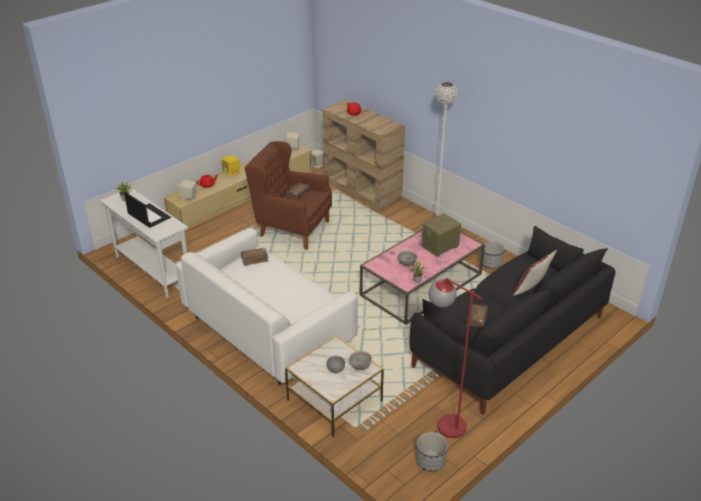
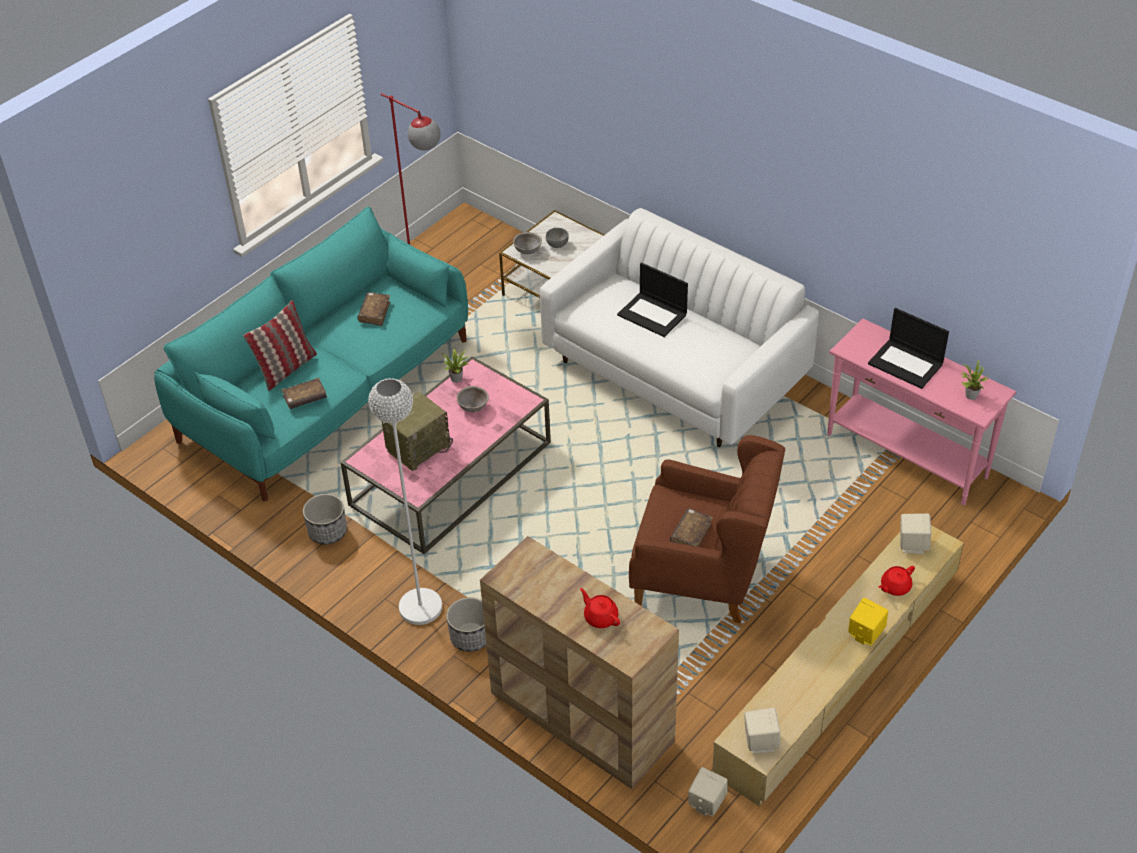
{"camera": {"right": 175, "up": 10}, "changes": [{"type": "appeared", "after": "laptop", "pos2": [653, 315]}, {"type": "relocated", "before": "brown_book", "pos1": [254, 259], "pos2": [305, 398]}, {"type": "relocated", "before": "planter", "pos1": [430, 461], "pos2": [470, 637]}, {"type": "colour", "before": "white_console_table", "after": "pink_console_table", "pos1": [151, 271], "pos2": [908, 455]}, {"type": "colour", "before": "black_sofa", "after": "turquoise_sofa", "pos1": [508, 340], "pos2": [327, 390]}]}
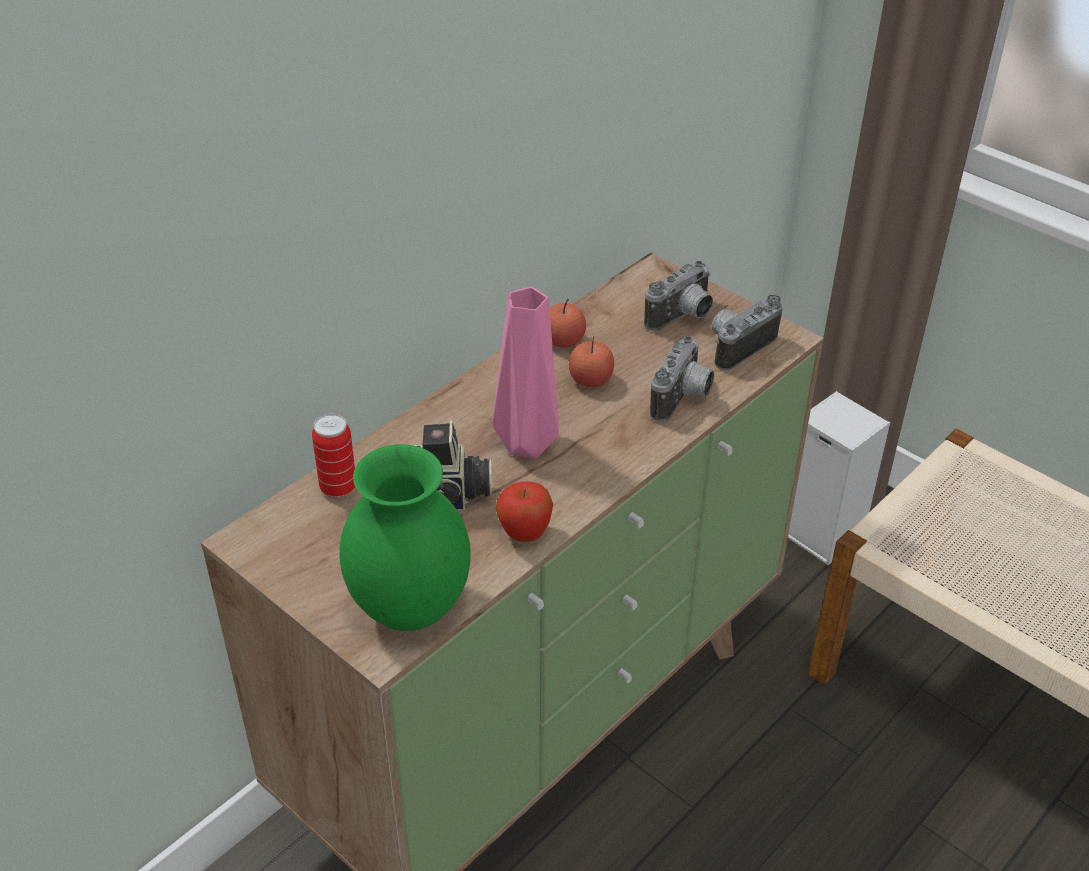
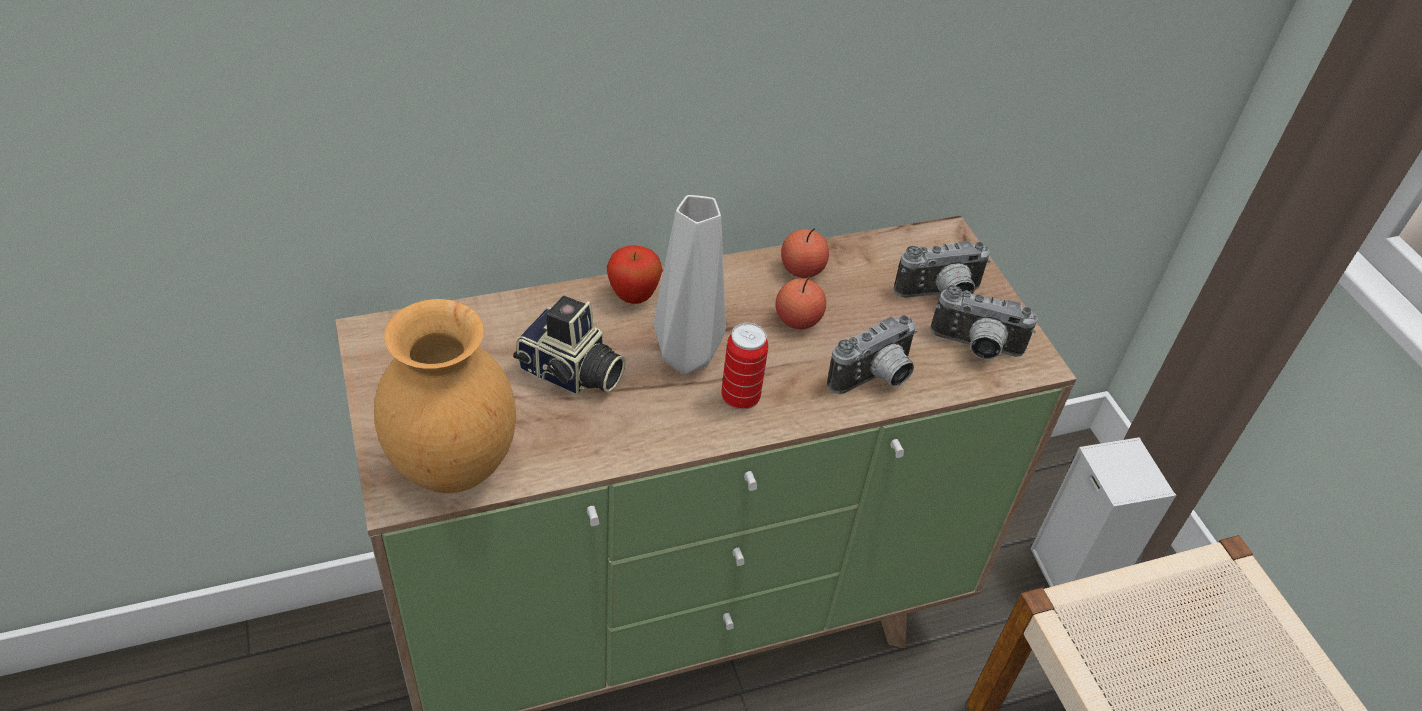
{"camera": {"right": 25, "up": 5}, "changes": [{"type": "relocated", "before": "can", "pos1": [338, 488], "pos2": [740, 397]}, {"type": "relocated", "before": "apple", "pos1": [524, 534], "pos2": [633, 297]}, {"type": "colour", "before": "green_vase", "after": "brown_vase", "pos1": [408, 609], "pos2": [451, 467]}, {"type": "colour", "before": "pink_vase", "after": "grey_vase", "pos1": [530, 446], "pos2": [688, 360]}, {"type": "spun", "before": "photo_camera", "pos1": [737, 346], "pos2": [975, 348], "turn": -150}]}
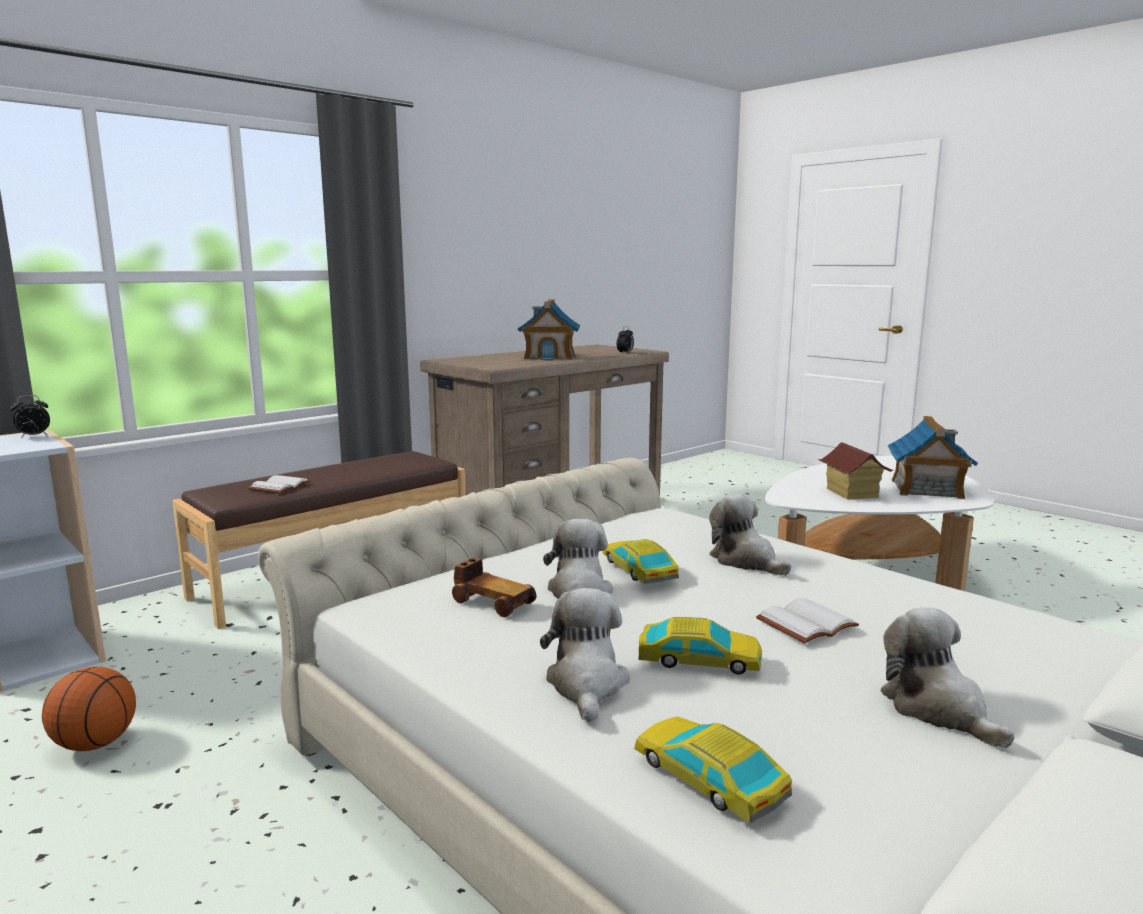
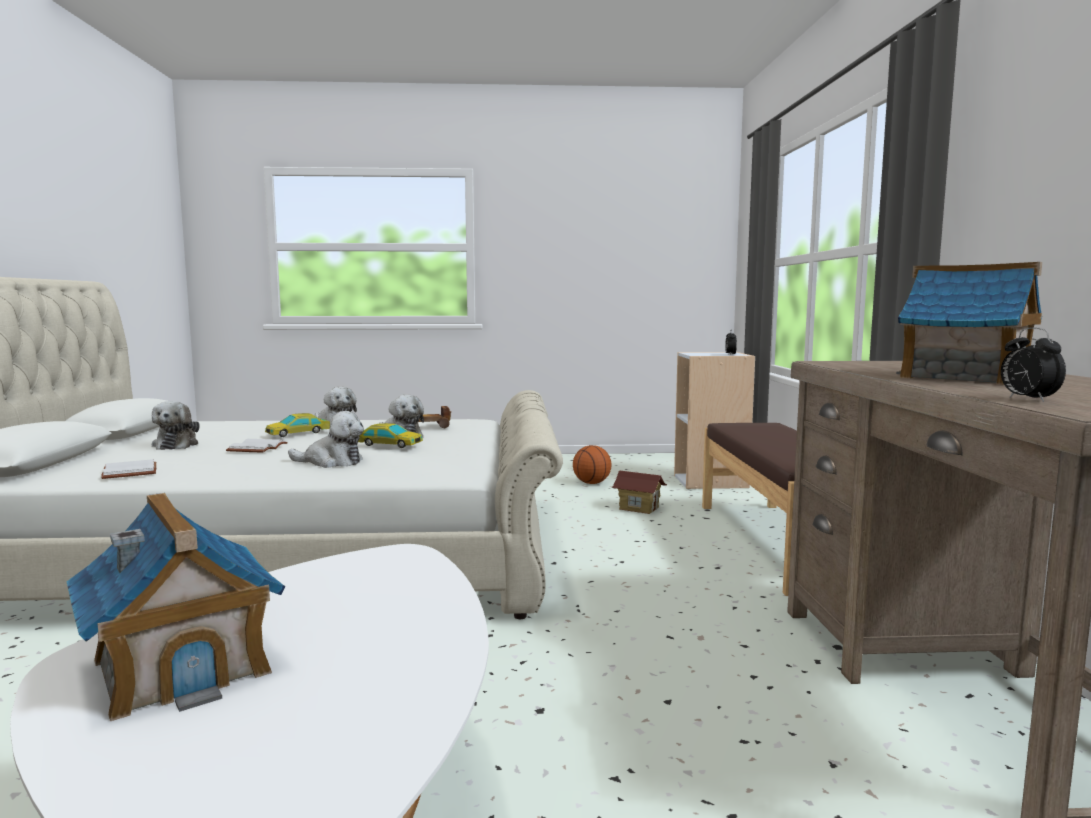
{"camera": {"right": 130, "up": -5}, "changes": [{"type": "missing", "before": "toy_car", "pos1": [708, 778]}, {"type": "relocated", "before": "white_book", "pos1": [279, 486], "pos2": [132, 472]}, {"type": "relocated", "before": "toy_house", "pos1": [851, 493], "pos2": [639, 508]}, {"type": "spun", "before": "plush_toy", "pos1": [938, 709], "pos2": [177, 444], "turn": 60}]}
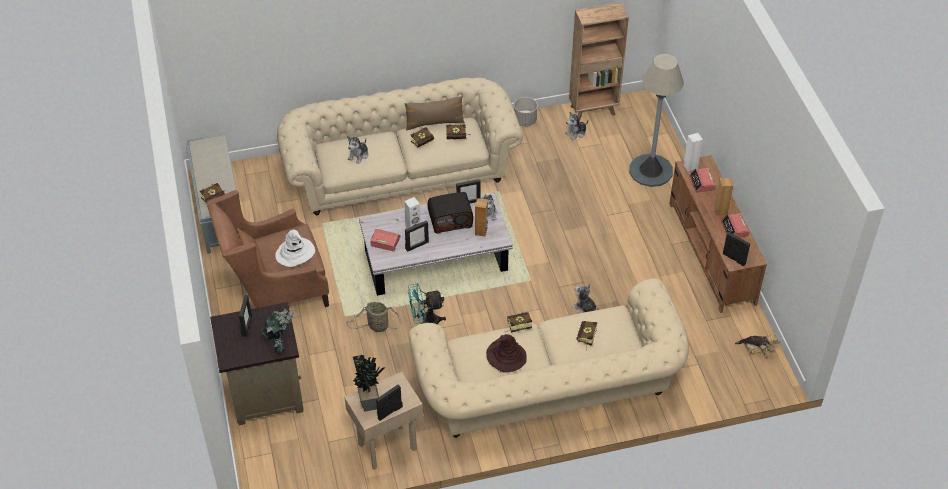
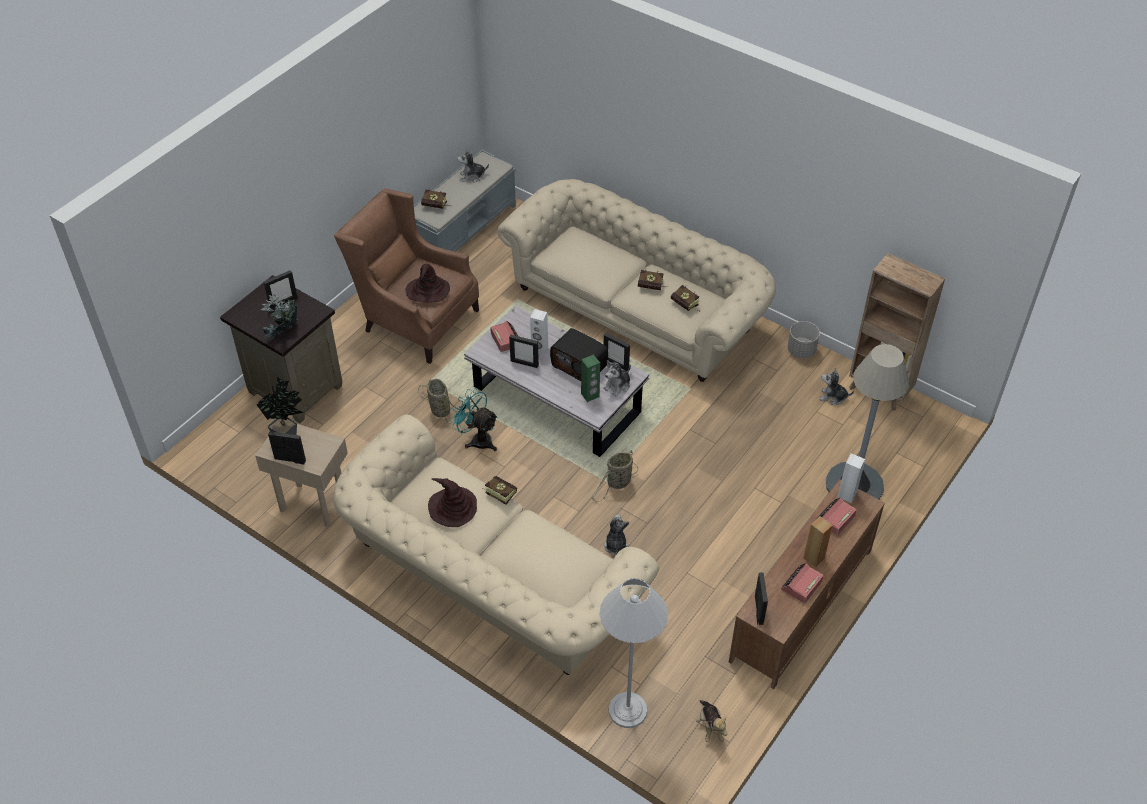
{"camera": {"right": 50, "up": 0}, "changes": [{"type": "missing", "before": "brown_pillow", "pos1": [434, 123]}, {"type": "missing", "before": "book", "pos1": [586, 339]}, {"type": "appeared", "after": "basket", "pos2": [617, 483]}, {"type": "appeared", "after": "white_floor_lamp", "pos2": [627, 710]}, {"type": "relocated", "before": "plush_toy", "pos1": [358, 155], "pos2": [472, 176]}, {"type": "colour", "before": "white_hat", "after": "brown_hat", "pos1": [295, 253], "pos2": [427, 291]}, {"type": "colour", "before": "brown_speaker", "after": "green_speaker", "pos1": [481, 231], "pos2": [590, 395]}]}
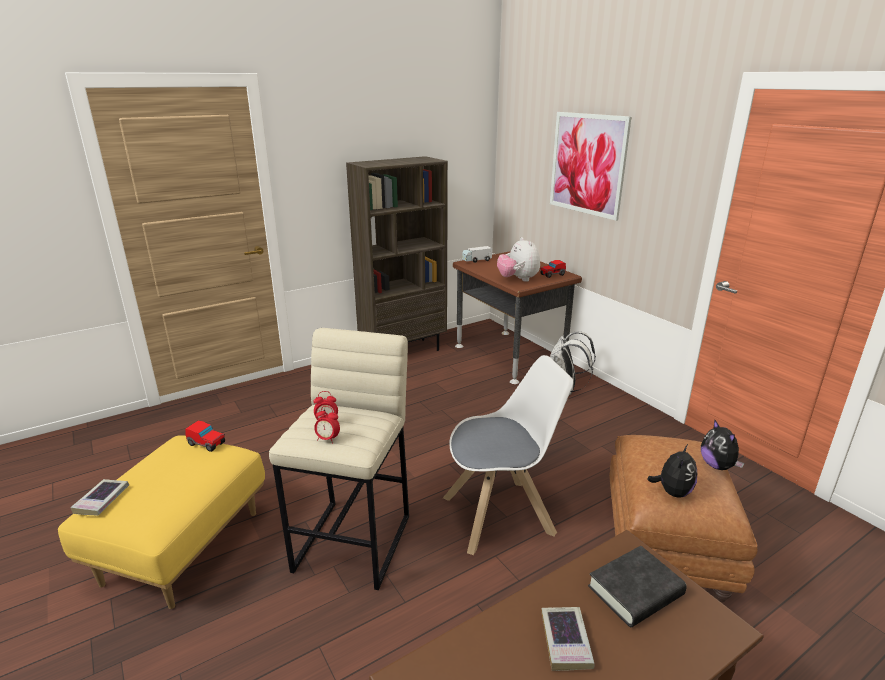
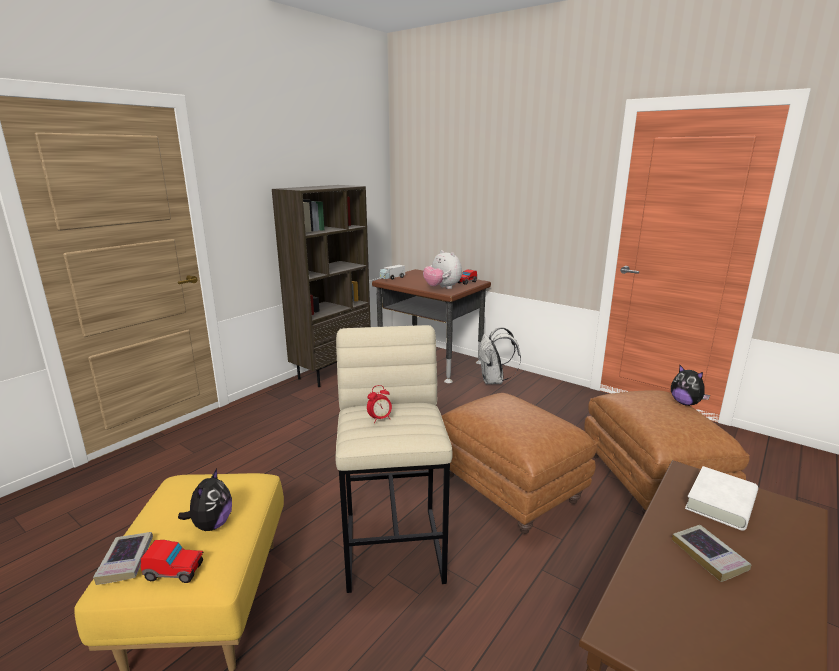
{"camera": {"right": -20, "up": -5}, "changes": [{"type": "missing", "before": "alarm_clock", "pos1": [327, 439]}, {"type": "missing", "before": "picture", "pos1": [587, 164]}, {"type": "relocated", "before": "toy_car", "pos1": [207, 444], "pos2": [175, 572]}, {"type": "relocated", "before": "plush_toy", "pos1": [672, 492], "pos2": [211, 524]}, {"type": "exchanged", "before": "chair", "after": "brown_ottoman", "pos1": [501, 515], "pos2": [511, 489]}, {"type": "colour", "before": "black_book", "after": "white_book", "pos1": [635, 591], "pos2": [720, 503]}]}
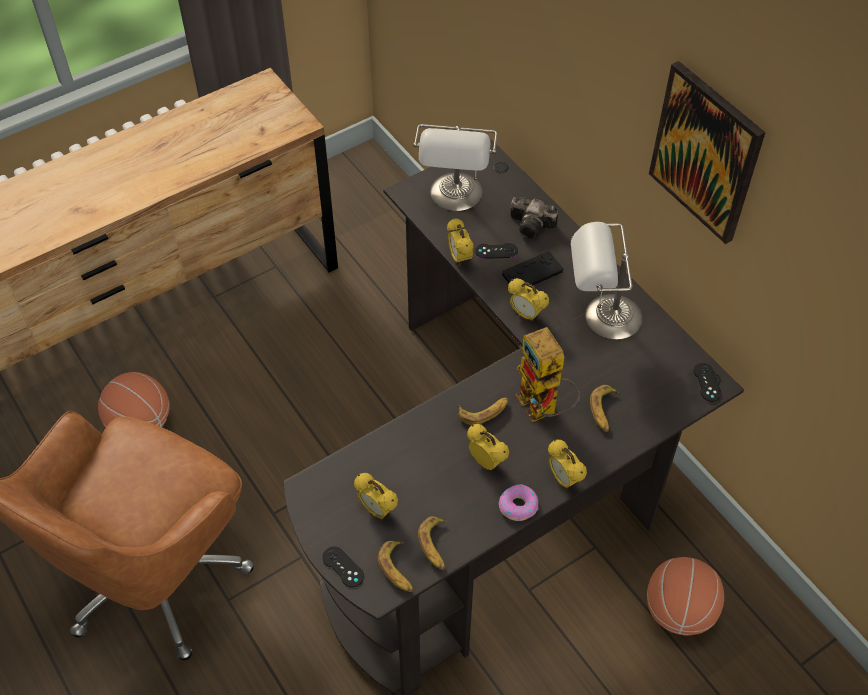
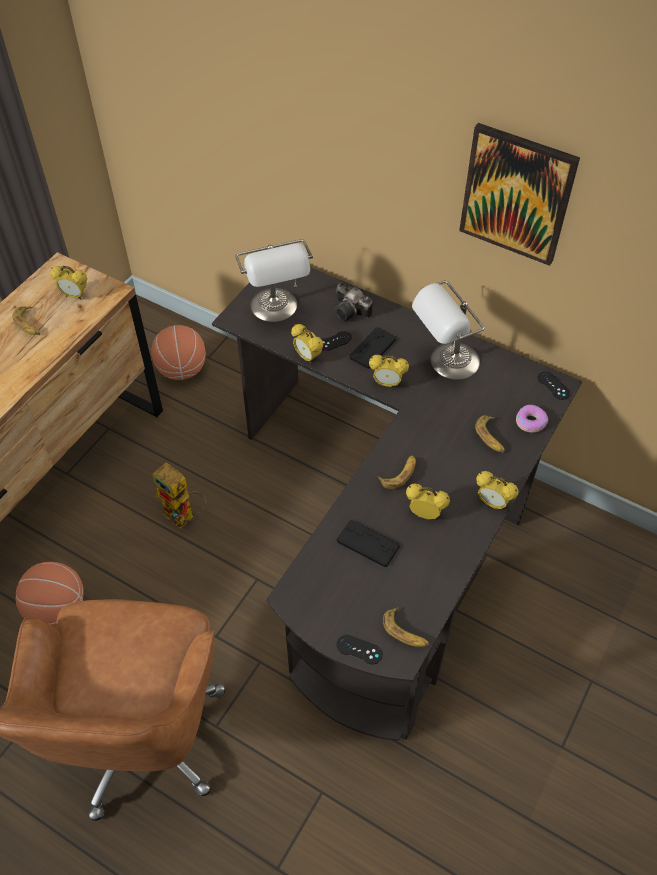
{"camera": {"right": -25, "up": 0}, "changes": [{"type": "appeared", "after": "black_game_controller", "pos2": [368, 544]}, {"type": "relocated", "before": "alarm_clock", "pos1": [377, 510], "pos2": [75, 296]}, {"type": "relocated", "before": "banana", "pos1": [435, 546], "pos2": [29, 324]}, {"type": "relocated", "before": "donut", "pos1": [518, 505], "pos2": [530, 421]}, {"type": "relocated", "before": "toy_robot", "pos1": [543, 409], "pos2": [184, 517]}, {"type": "relocated", "before": "basketball", "pos1": [679, 611], "pos2": [182, 369]}, {"type": "spun", "before": "photo_camera", "pos1": [533, 226], "pos2": [352, 311], "turn": 45}]}
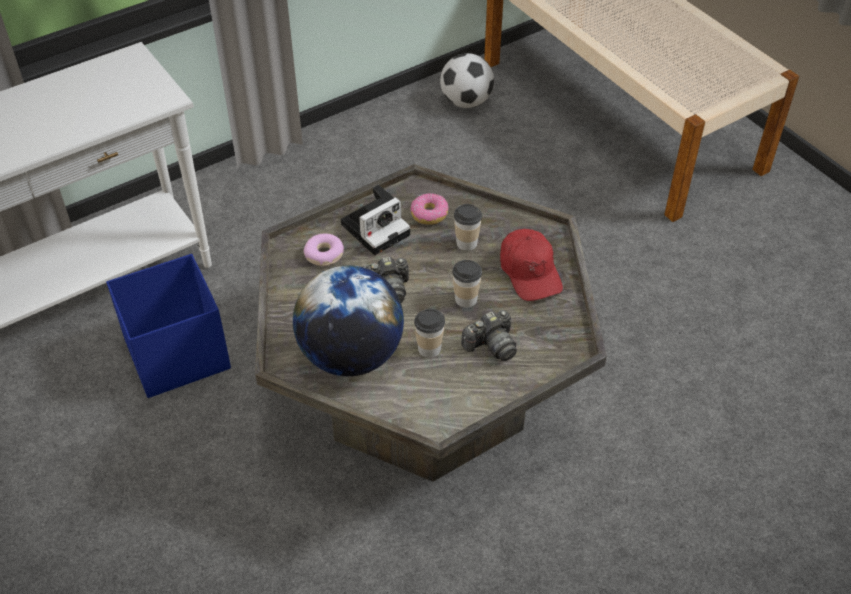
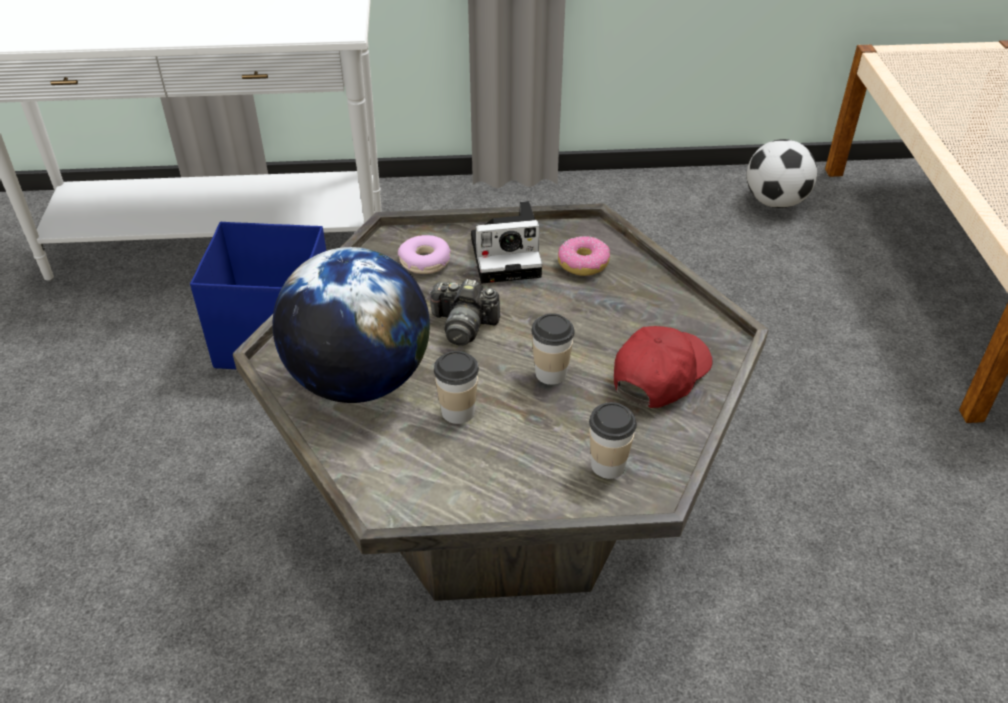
{"camera": {"right": 30, "up": -5}, "changes": [{"type": "missing", "before": "photo_camera", "pos1": [491, 345]}, {"type": "relocated", "before": "cup", "pos1": [466, 243], "pos2": [608, 465]}, {"type": "spun", "before": "red_cap", "pos1": [530, 272], "pos2": [660, 374], "turn": -150}]}
